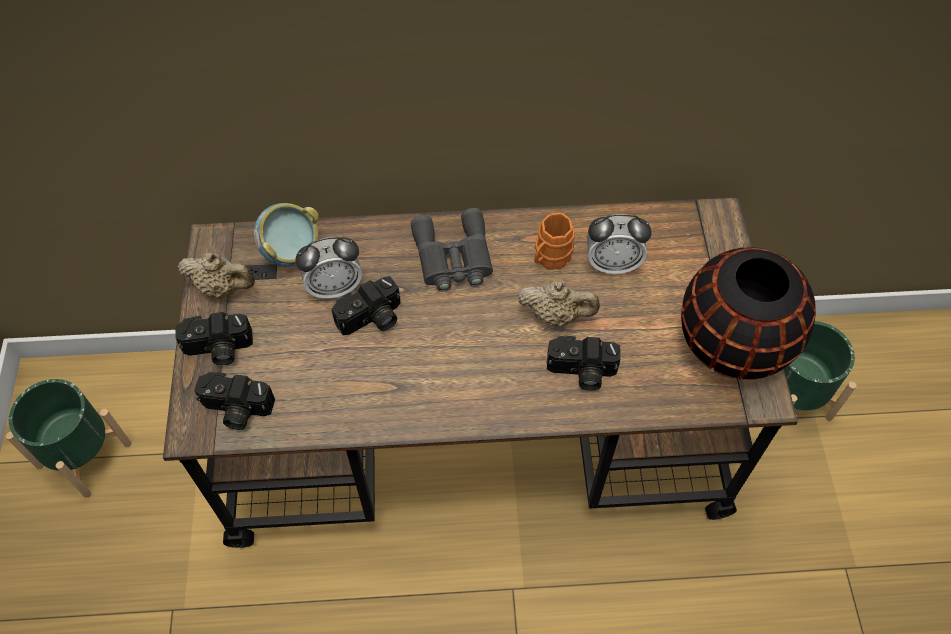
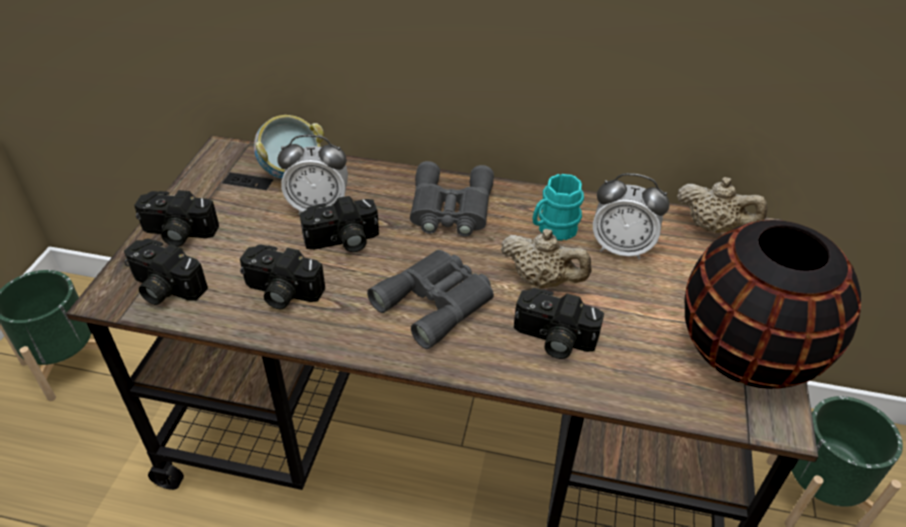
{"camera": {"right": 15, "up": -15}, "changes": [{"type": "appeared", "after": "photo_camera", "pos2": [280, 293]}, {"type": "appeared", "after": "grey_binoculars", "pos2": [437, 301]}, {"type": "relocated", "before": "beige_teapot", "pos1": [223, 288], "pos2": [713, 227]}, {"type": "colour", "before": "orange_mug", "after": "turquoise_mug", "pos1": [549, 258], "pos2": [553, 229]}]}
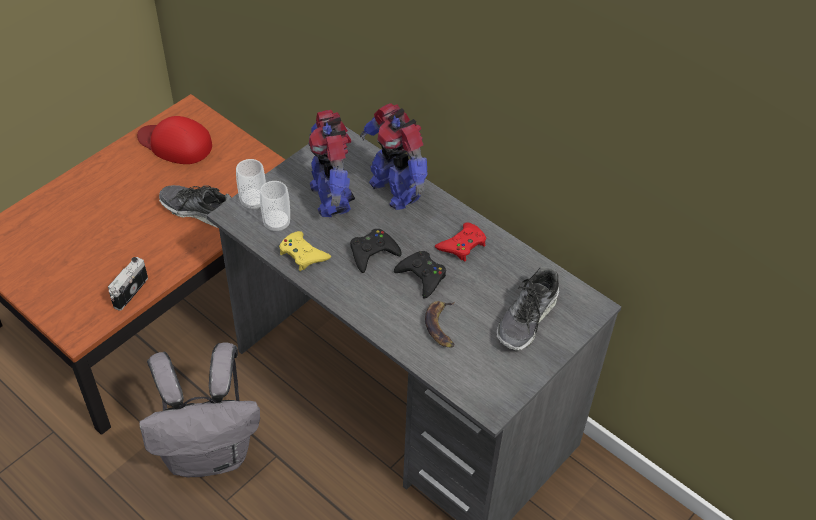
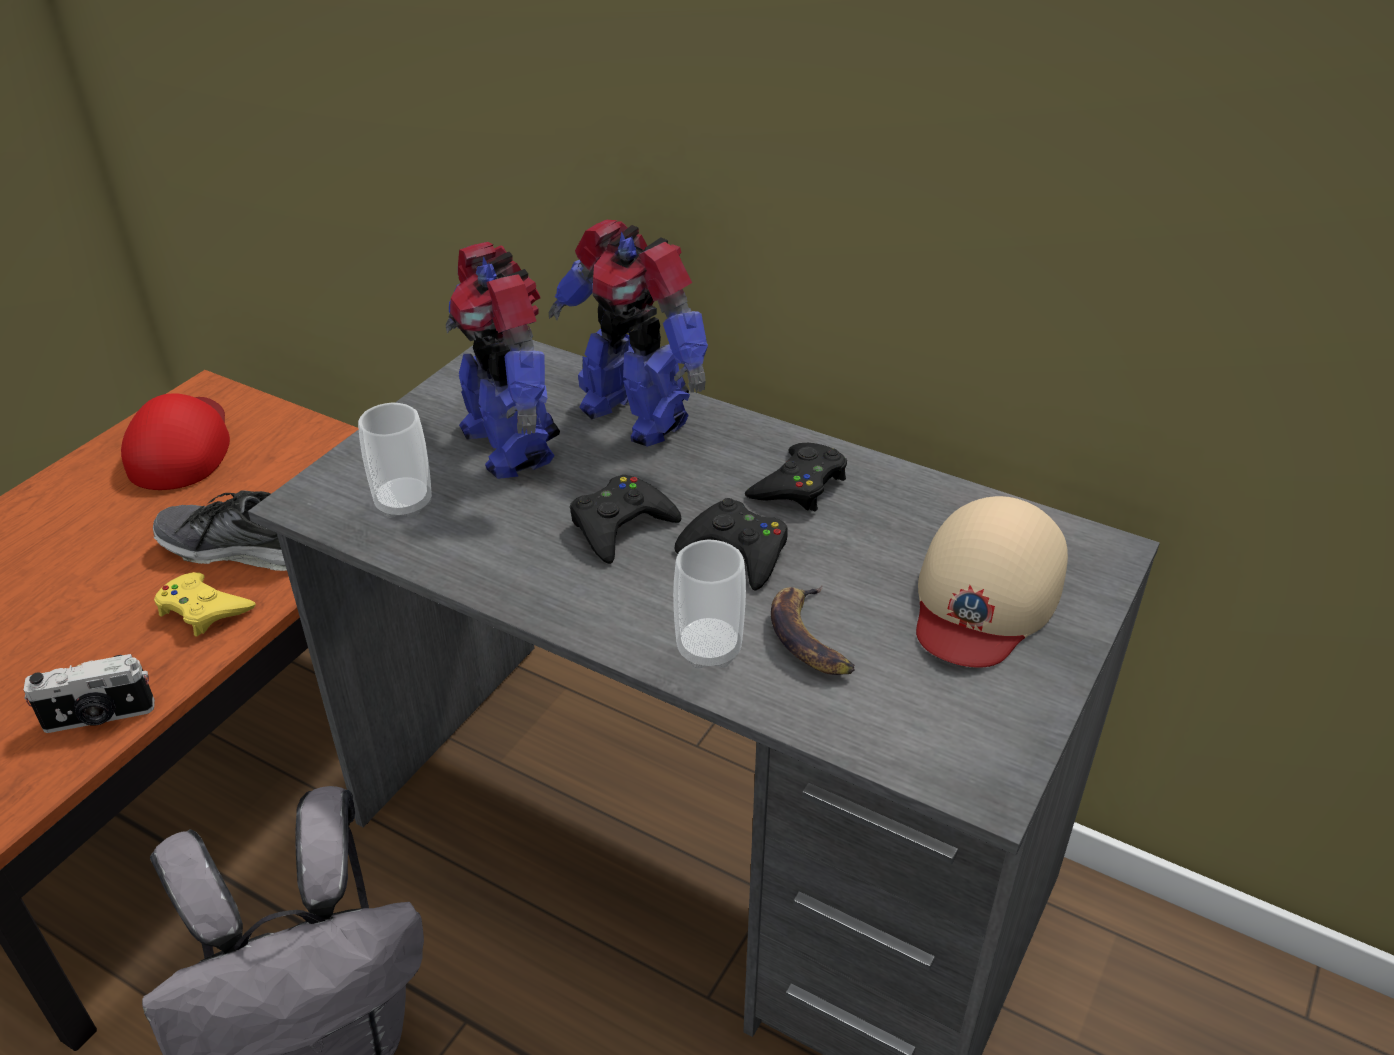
{"camera": {"right": -10, "up": -10}, "changes": [{"type": "relocated", "before": "cup", "pos1": [253, 201], "pos2": [709, 649]}, {"type": "relocated", "before": "yellow_game_controller", "pos1": [303, 254], "pos2": [203, 609]}, {"type": "exchanged", "before": "shoe", "after": "beige_cap", "pos1": [527, 319], "pos2": [985, 594]}, {"type": "colour", "before": "red_game_controller", "after": "black_game_controller", "pos1": [462, 245], "pos2": [799, 485]}, {"type": "spun", "before": "photo_camera", "pos1": [129, 291], "pos2": [99, 717], "turn": -120}, {"type": "spun", "before": "red_cap", "pos1": [175, 144], "pos2": [182, 446], "turn": 75}]}
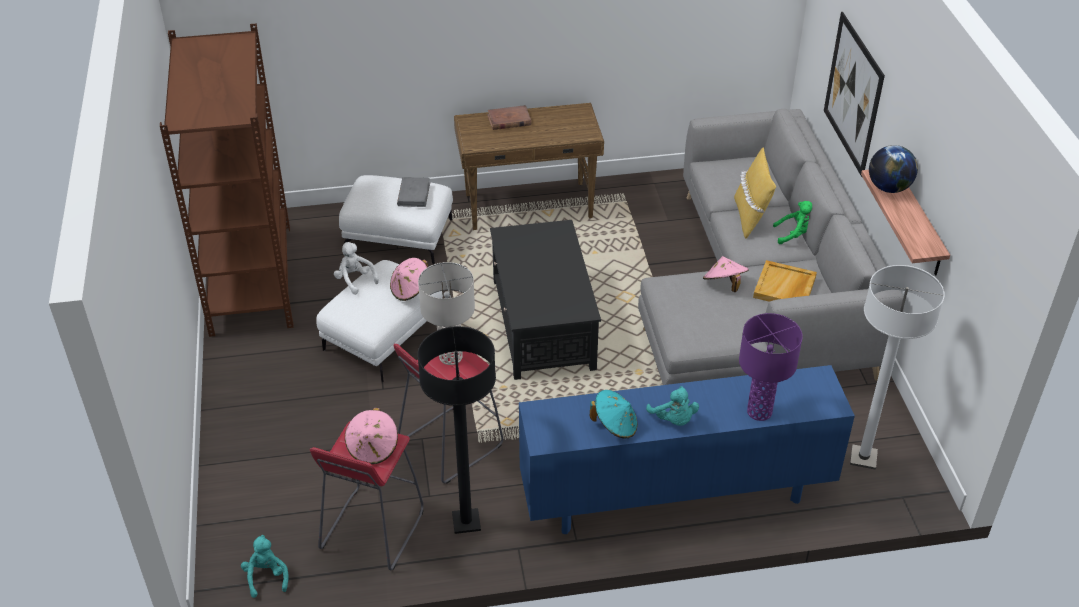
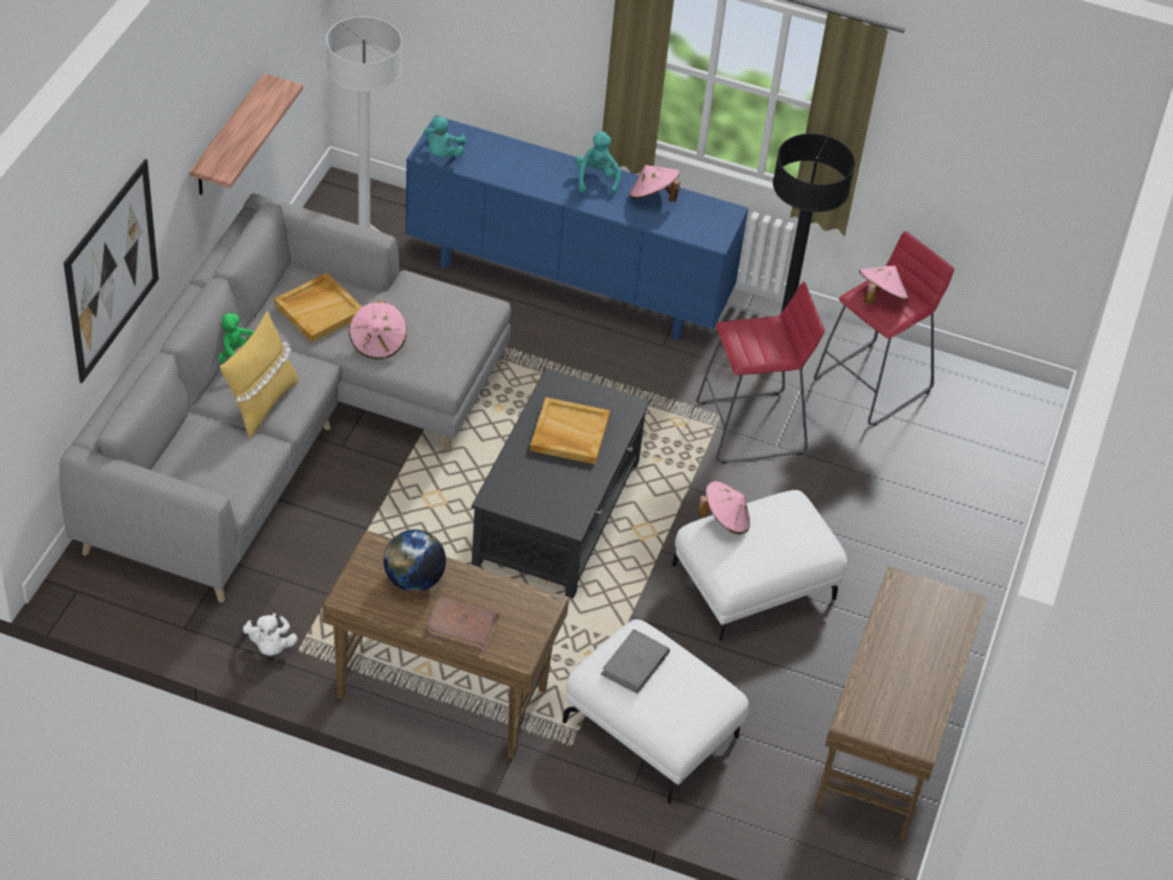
{"camera": {"right": -155, "up": 5}, "changes": [{"type": "missing", "before": "white_table_lamp", "pos1": [451, 356]}, {"type": "missing", "before": "purple_table_lamp", "pos1": [759, 411]}, {"type": "appeared", "after": "beige_tray", "pos2": [569, 434]}, {"type": "relocated", "before": "turquoise_plush_toy", "pos1": [266, 577], "pos2": [443, 154]}, {"type": "relocated", "before": "white_plush_toy", "pos1": [355, 280], "pos2": [270, 646]}, {"type": "relocated", "before": "globe", "pos1": [888, 188], "pos2": [414, 580]}, {"type": "exchanged", "before": "brown_bookcase", "after": "brown_console_table", "pos1": [251, 279], "pos2": [884, 753]}, {"type": "colour", "before": "turquoise_hat", "after": "pink_hat", "pos1": [615, 425], "pos2": [652, 197]}]}
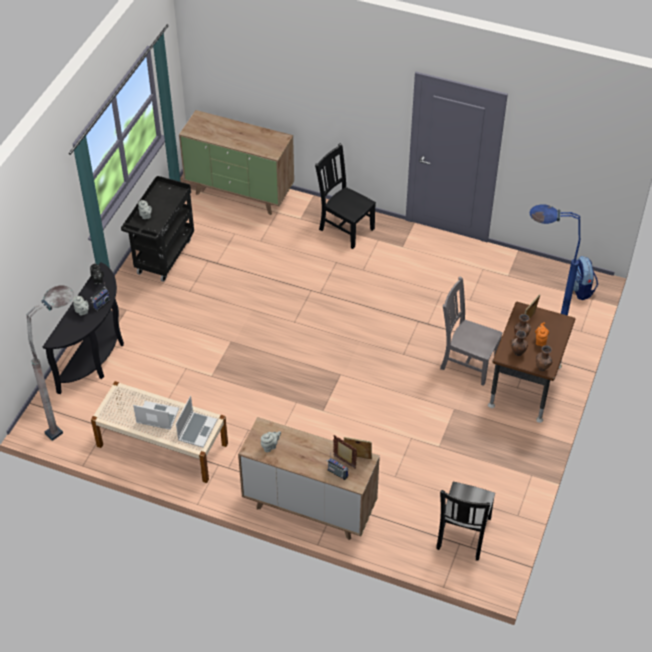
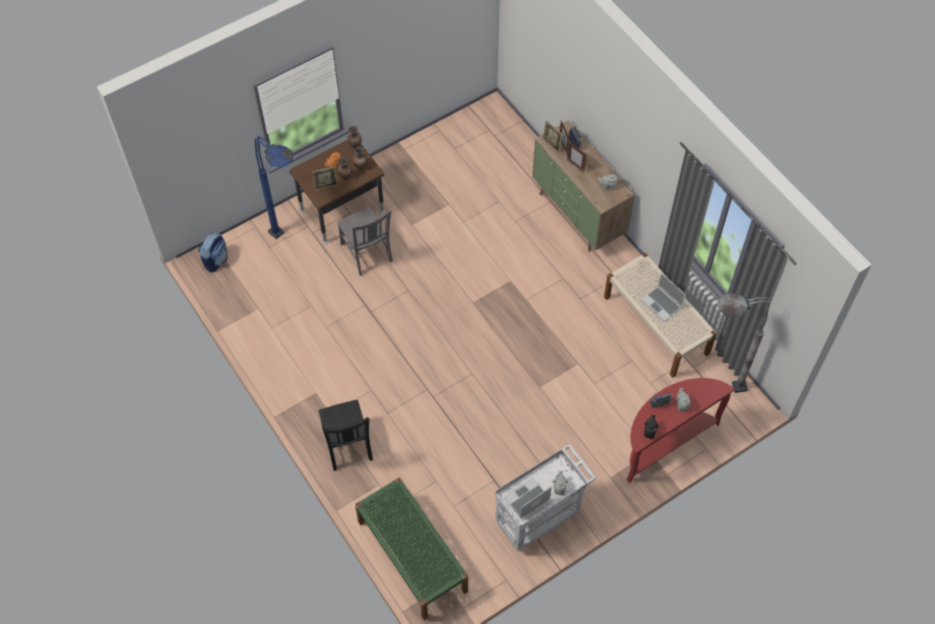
{"camera": {"right": -145, "up": 10}, "changes": [{"type": "missing", "before": "black_chair", "pos1": [463, 535]}, {"type": "appeared", "after": "picture_frame", "pos2": [575, 166]}, {"type": "relocated", "before": "laptop", "pos1": [197, 430], "pos2": [526, 499]}, {"type": "exchanged", "before": "dresser", "after": "green_bench", "pos1": [239, 193], "pos2": [411, 556]}, {"type": "colour", "before": "black_console_table", "after": "red_console_table", "pos1": [97, 357], "pos2": [664, 441]}, {"type": "colour", "before": "black_cart", "after": "white_cart", "pos1": [163, 259], "pos2": [540, 517]}]}
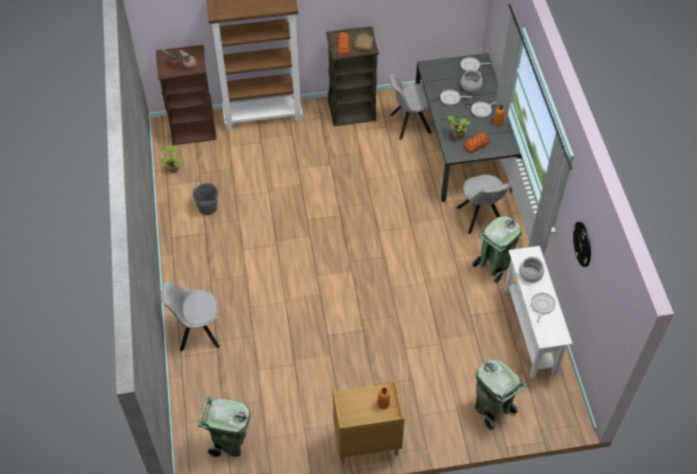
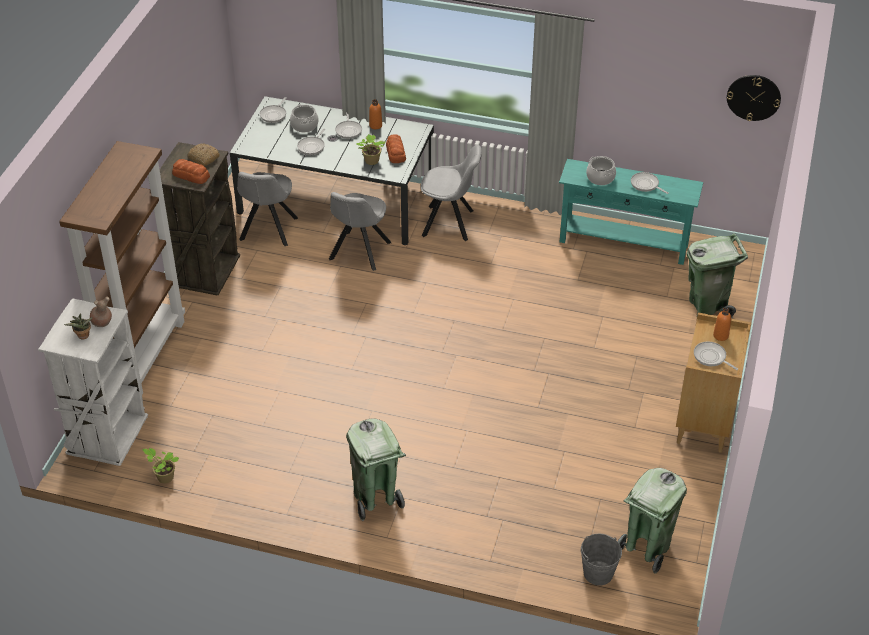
{"camera": {"right": -65, "up": -10}, "changes": [{"type": "appeared", "after": "frying_pan", "pos2": [711, 357]}, {"type": "relocated", "before": "grey_chair", "pos1": [197, 331], "pos2": [359, 252]}, {"type": "relocated", "before": "grey_bucket", "pos1": [207, 207], "pos2": [598, 573]}, {"type": "relocated", "before": "green_trash_can", "pos1": [493, 266], "pos2": [375, 498]}, {"type": "relocated", "before": "wall_clock", "pos1": [582, 244], "pos2": [753, 97]}, {"type": "colour", "before": "brown_bookcase", "after": "white_bookcase", "pos1": [193, 128], "pos2": [108, 434]}, {"type": "colour", "before": "white_console_table", "after": "turquoise_console_table", "pos1": [530, 330], "pos2": [623, 243]}]}
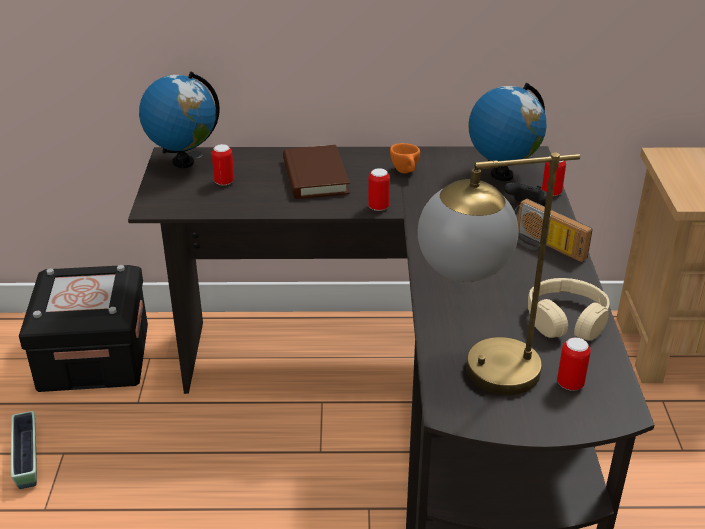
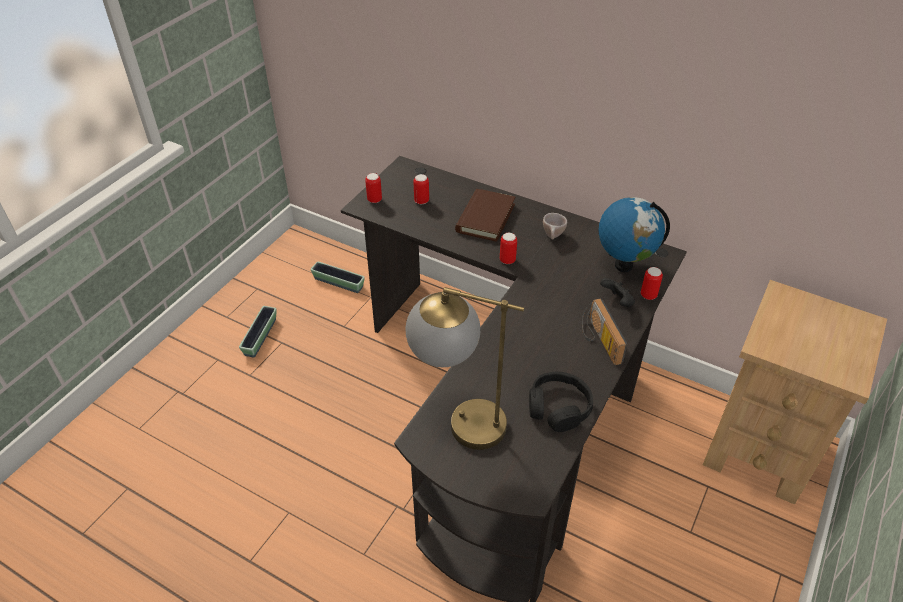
{"camera": {"right": 30, "up": 10}, "changes": [{"type": "missing", "before": "globe", "pos1": [183, 162]}, {"type": "relocated", "before": "can", "pos1": [570, 384], "pos2": [374, 200]}, {"type": "exchanged", "before": "black_storage_box", "after": "planter", "pos1": [94, 357], "pos2": [338, 283]}, {"type": "colour", "before": "orange_cup", "after": "beige_cup", "pos1": [406, 172], "pos2": [553, 237]}, {"type": "colour", "before": "beige_headphones", "after": "black_headphones", "pos1": [566, 320], "pos2": [558, 407]}]}
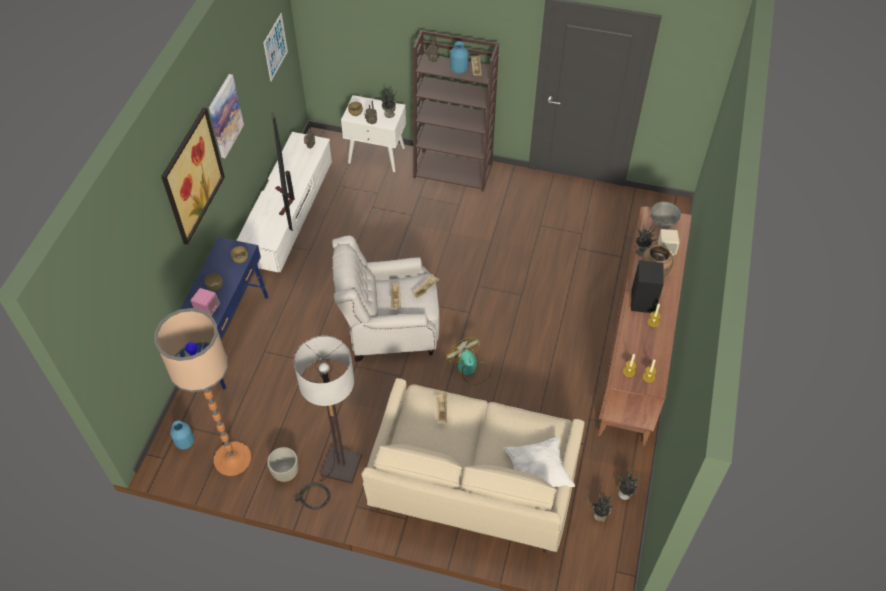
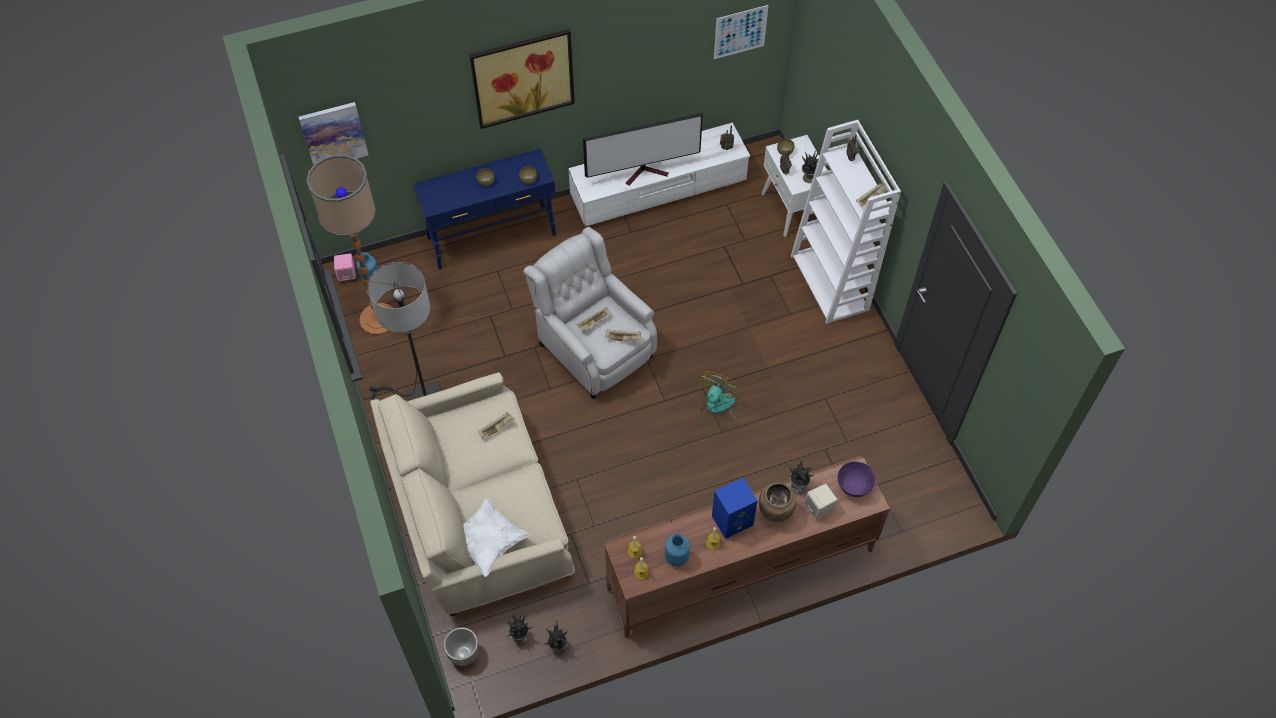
{"camera": {"right": 55, "up": 5}, "changes": [{"type": "relocated", "before": "pink_speaker", "pos1": [207, 310], "pos2": [347, 274]}, {"type": "relocated", "before": "picture", "pos1": [225, 116], "pos2": [333, 134]}, {"type": "relocated", "before": "grey_planter", "pos1": [285, 473], "pos2": [463, 654]}, {"type": "relocated", "before": "fan", "pos1": [470, 369], "pos2": [717, 409]}, {"type": "relocated", "before": "blue_vase", "pos1": [459, 70], "pos2": [677, 557]}, {"type": "colour", "before": "brown_bookcase", "after": "white_bookcase", "pos1": [453, 170], "pos2": [830, 283]}, {"type": "colour", "before": "black_speaker", "after": "blue_speaker", "pos1": [642, 300], "pos2": [732, 519]}, {"type": "colour", "before": "grey_bowl", "after": "purple_bowl", "pos1": [663, 223], "pos2": [853, 487]}, {"type": "spun", "before": "television", "pos1": [286, 200], "pos2": [646, 173], "turn": -150}]}
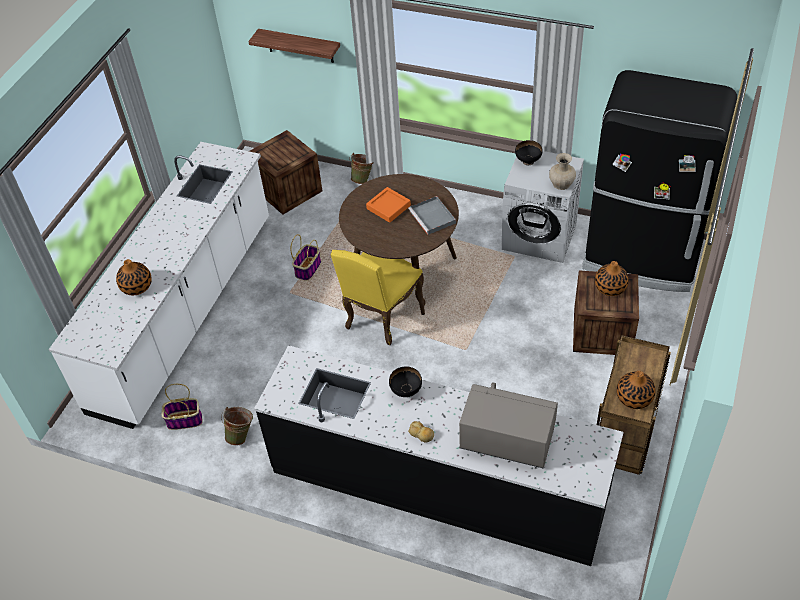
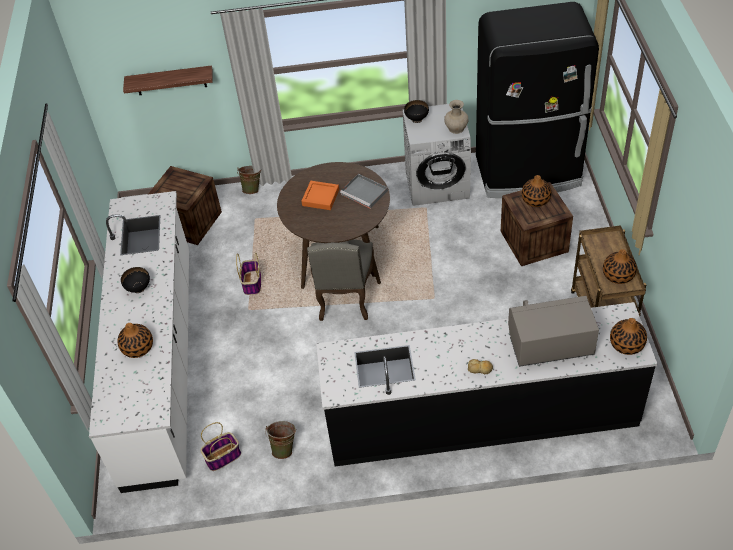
{"camera": {"right": -25, "up": 0}, "changes": [{"type": "appeared", "after": "vase", "pos2": [626, 344]}, {"type": "relocated", "before": "black_bowl", "pos1": [406, 391], "pos2": [138, 288]}, {"type": "colour", "before": "yellow_chair", "after": "grey_chair", "pos1": [381, 316], "pos2": [344, 299]}]}
